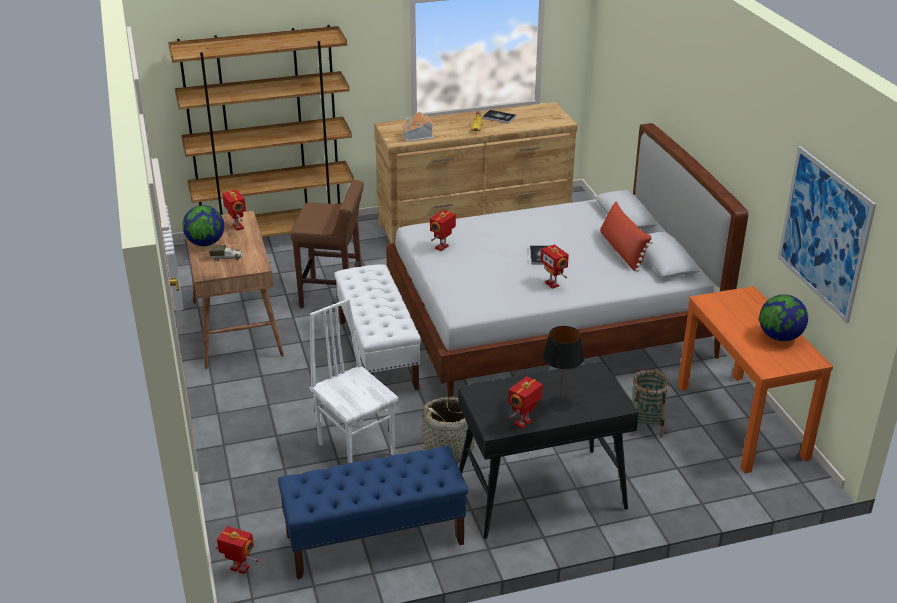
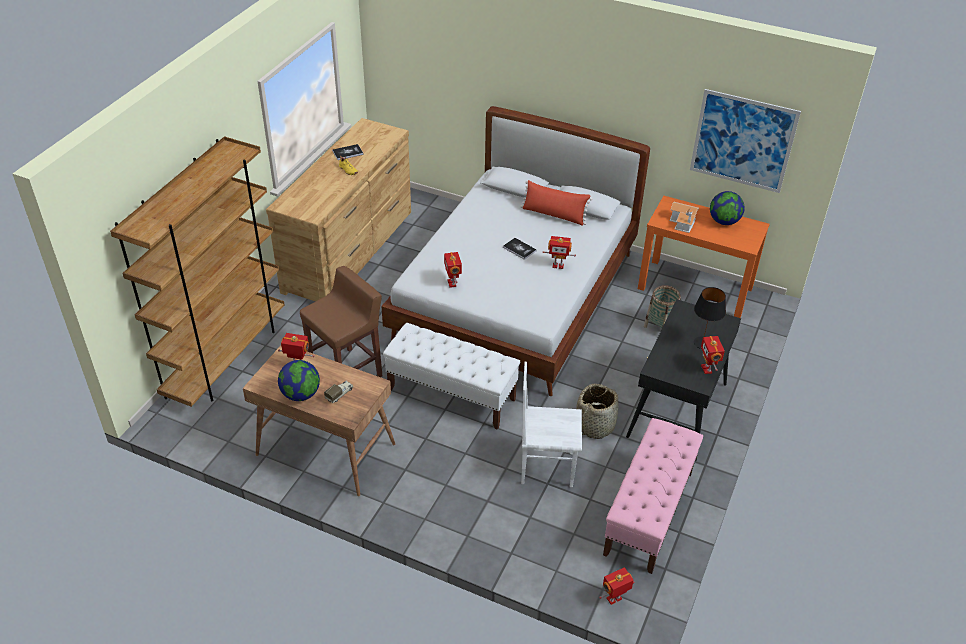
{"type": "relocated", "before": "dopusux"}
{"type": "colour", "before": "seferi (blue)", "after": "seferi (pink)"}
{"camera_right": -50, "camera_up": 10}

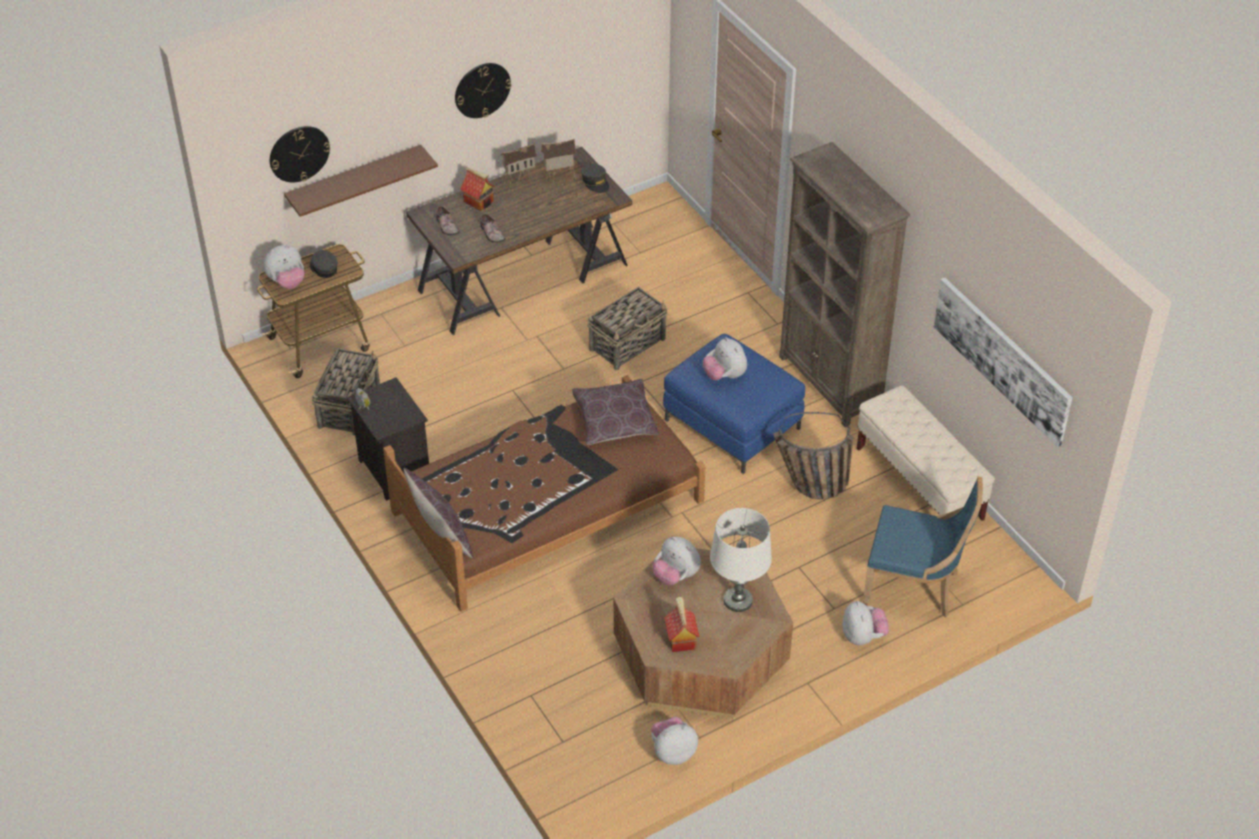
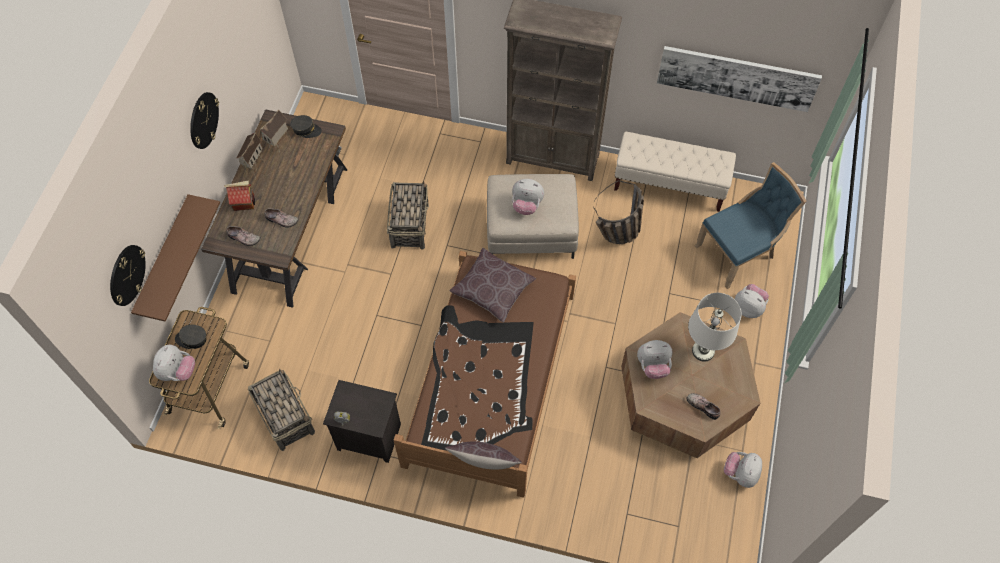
{"type": "exchanged", "before": "dopusux (no. 4 from left)", "after": "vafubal (no. 3 from left)"}
{"type": "colour", "before": "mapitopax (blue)", "after": "mapitopax (beige)"}
{"camera_right": -45, "camera_up": 15}

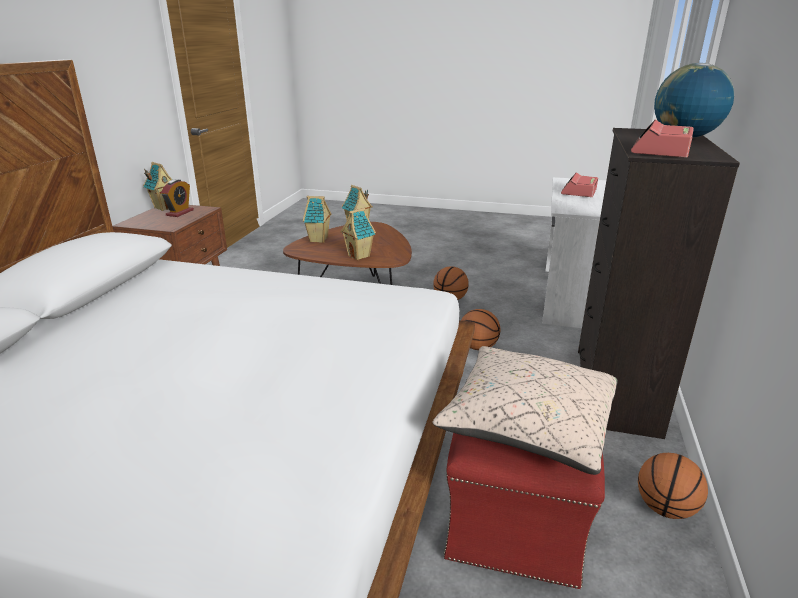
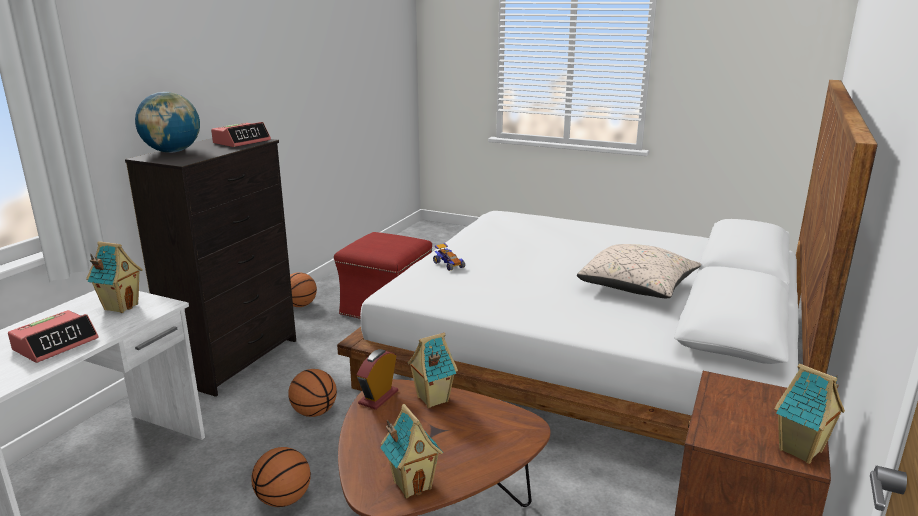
{"type": "appeared", "after": "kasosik"}
{"type": "relocated", "before": "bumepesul (no. 1 from left in the first image)", "after": "bumepesul (no. 3 from left)"}
{"type": "relocated", "before": "dopusux (no. 2 from left in the first image)", "after": "dopusux (no. 1 from left)"}
{"type": "relocated", "before": "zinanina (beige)"}
{"camera_right": -170, "camera_up": -5}

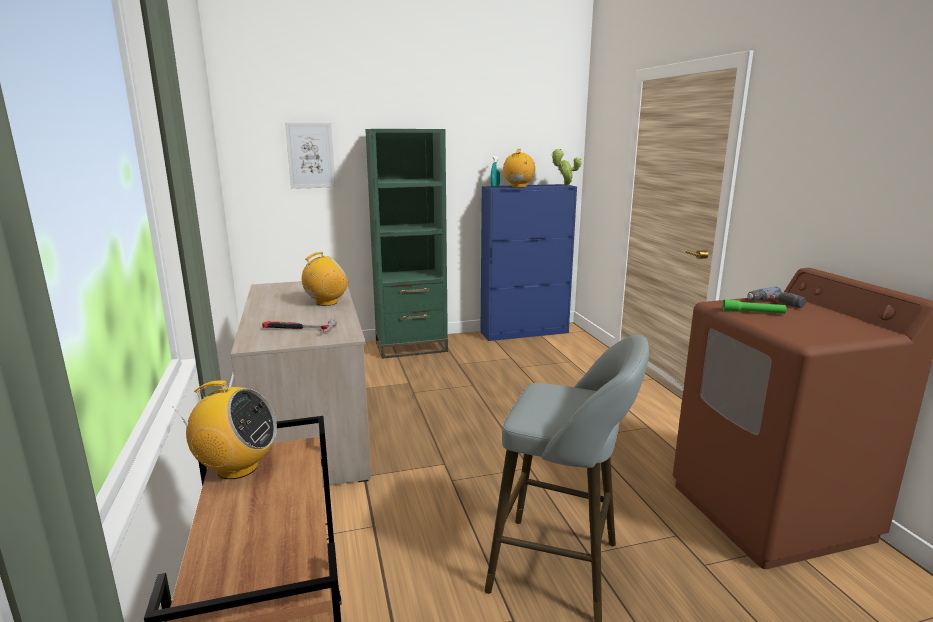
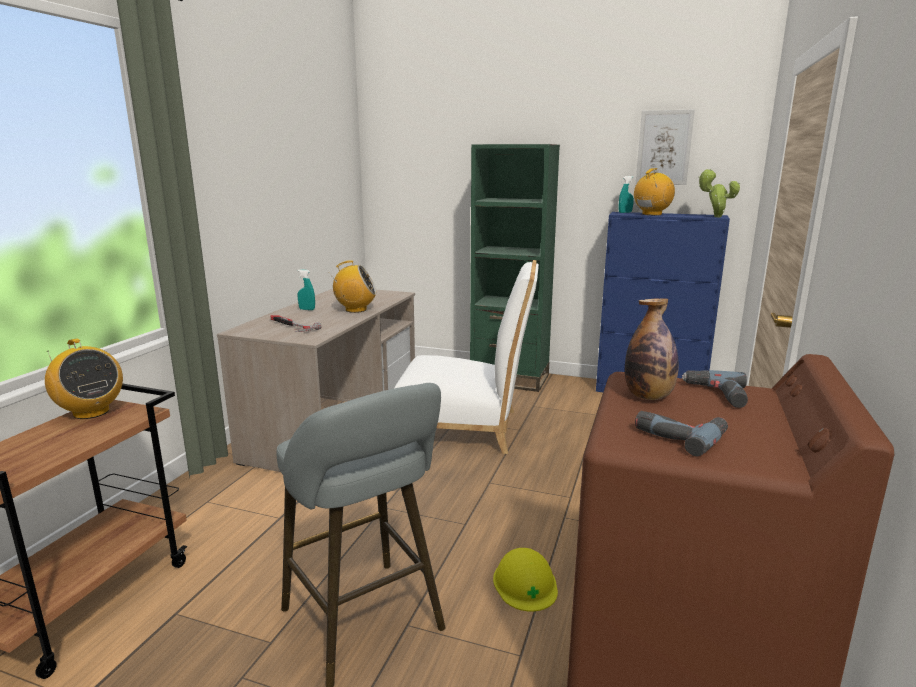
{"type": "appeared", "after": "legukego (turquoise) (no. 1 from left)"}
{"type": "appeared", "after": "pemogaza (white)"}
{"type": "appeared", "after": "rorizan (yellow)"}
{"type": "appeared", "after": "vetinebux (no. 1 from left)"}
{"type": "relocated", "before": "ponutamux"}
{"type": "exchanged", "before": "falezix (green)", "after": "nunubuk"}
{"camera_right": 35, "camera_up": 0}

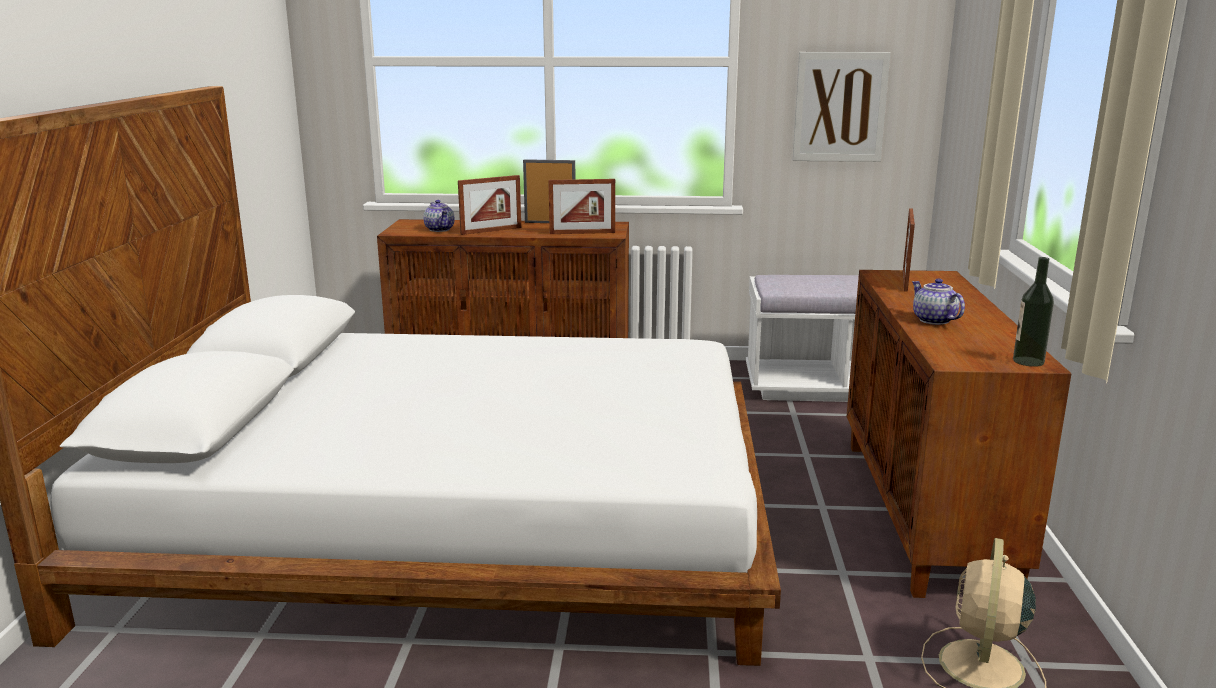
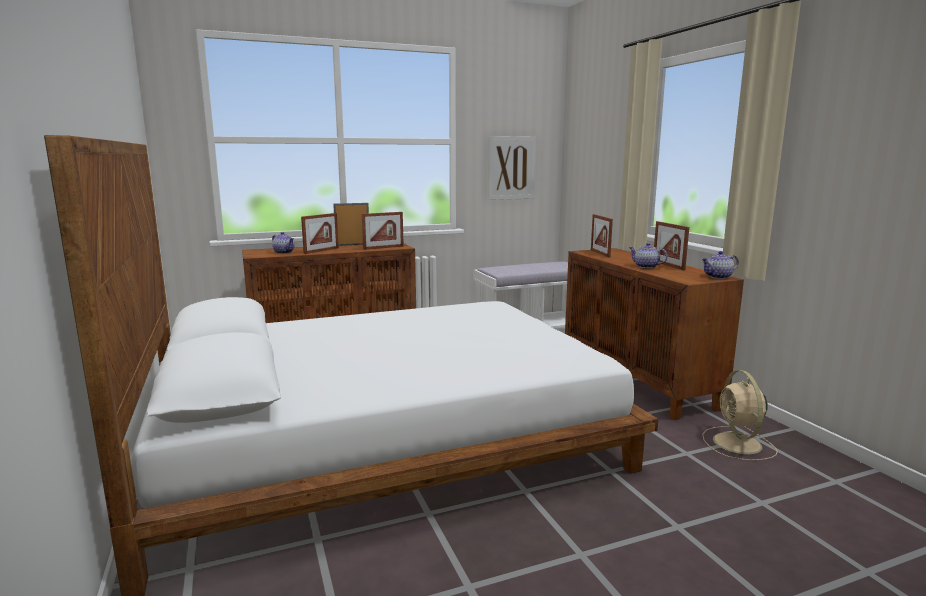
{"type": "appeared", "after": "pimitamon (no. 5 from left)"}
{"type": "exchanged", "before": "nunubuk", "after": "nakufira (no. 3 from left)"}
{"camera_right": -25, "camera_up": -5}

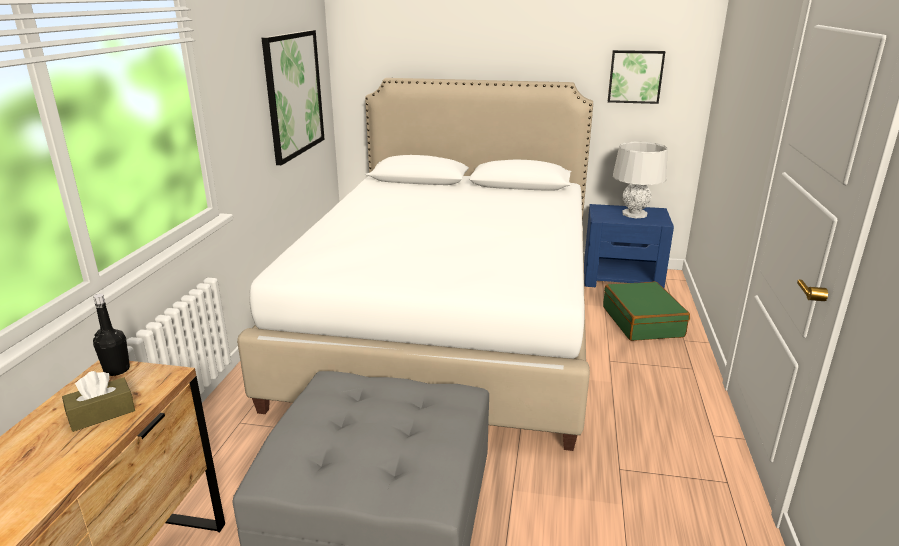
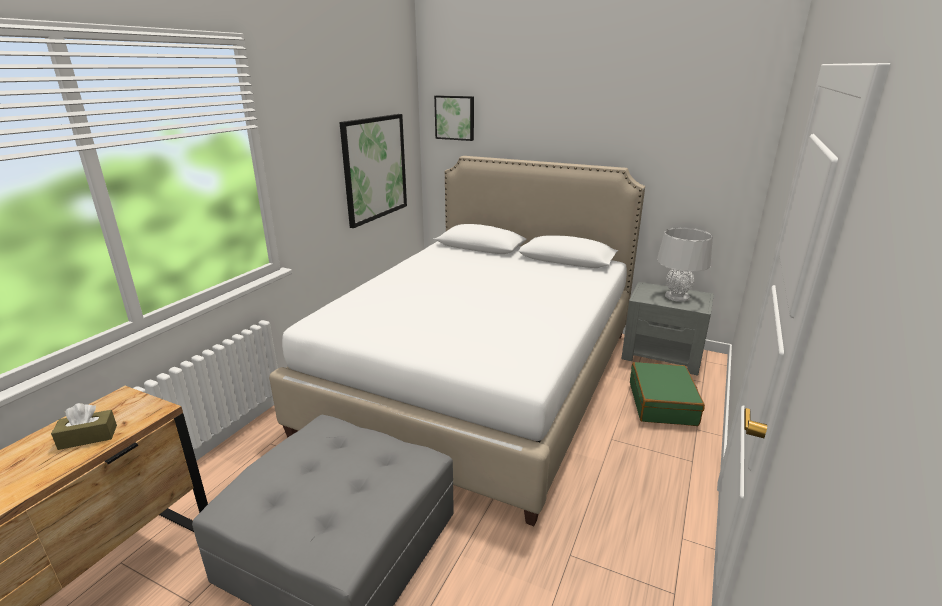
{"type": "missing", "before": "nunubuk (black)"}
{"type": "relocated", "before": "ponutamux (no. 2 from left)"}
{"type": "colour", "before": "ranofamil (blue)", "after": "ranofamil (grey)"}
{"camera_right": 15, "camera_up": 0}

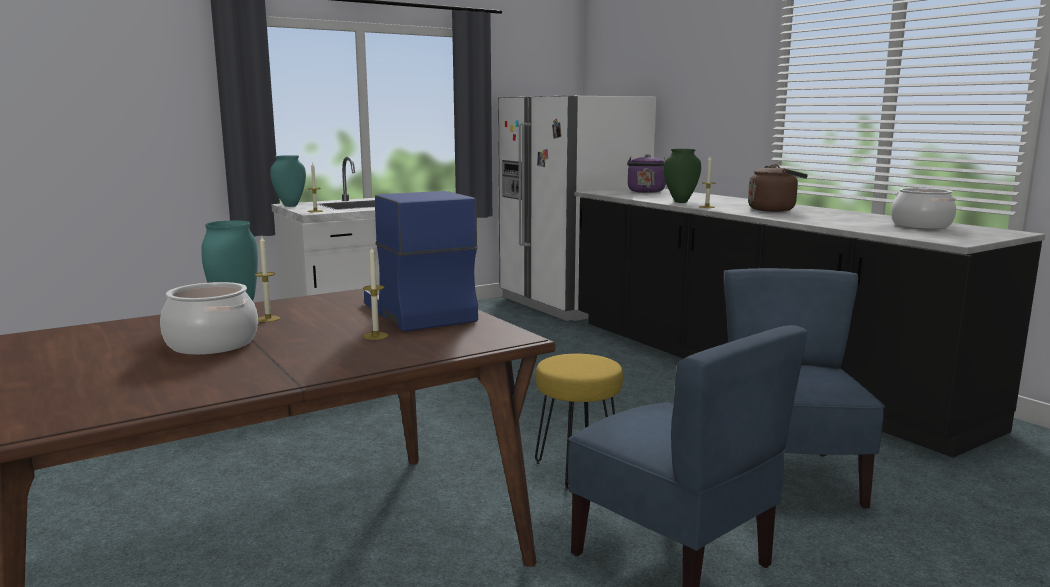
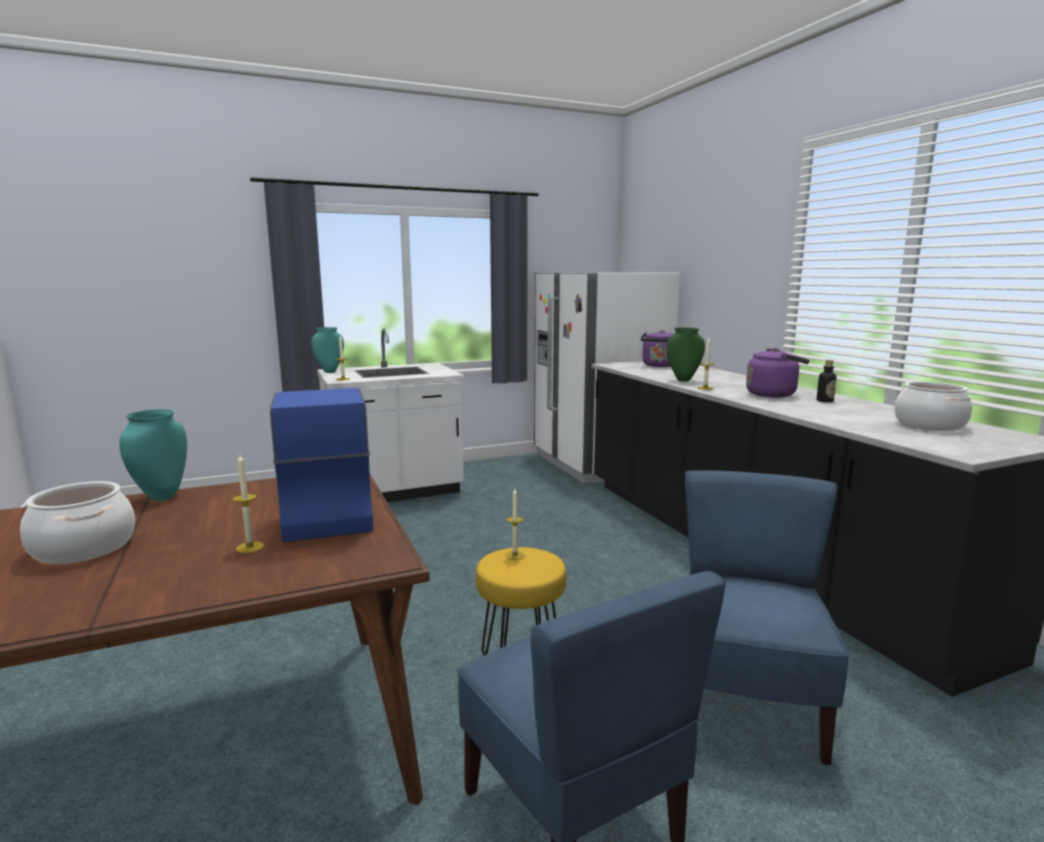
{"type": "appeared", "after": "nunubuk"}
{"type": "relocated", "before": "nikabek (no. 1 from left in the first image)", "after": "nikabek (no. 3 from left)"}
{"type": "colour", "before": "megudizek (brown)", "after": "megudizek (purple) (no. 2 from left)"}
{"camera_right": 10, "camera_up": 0}

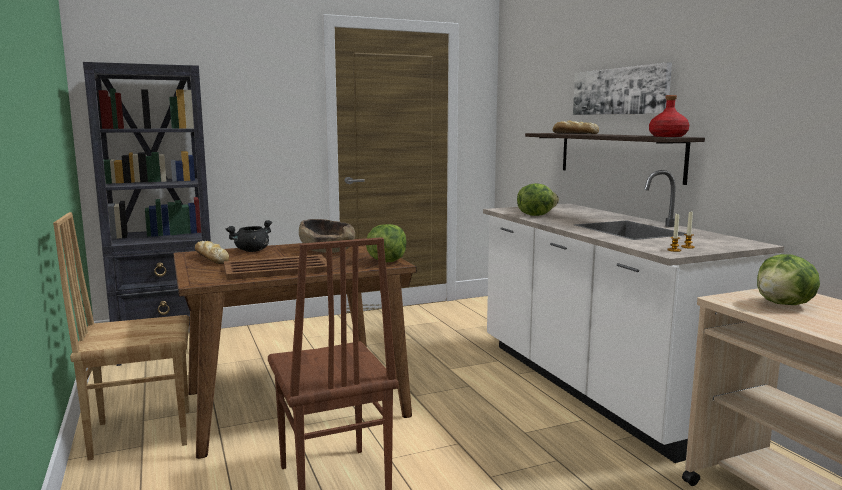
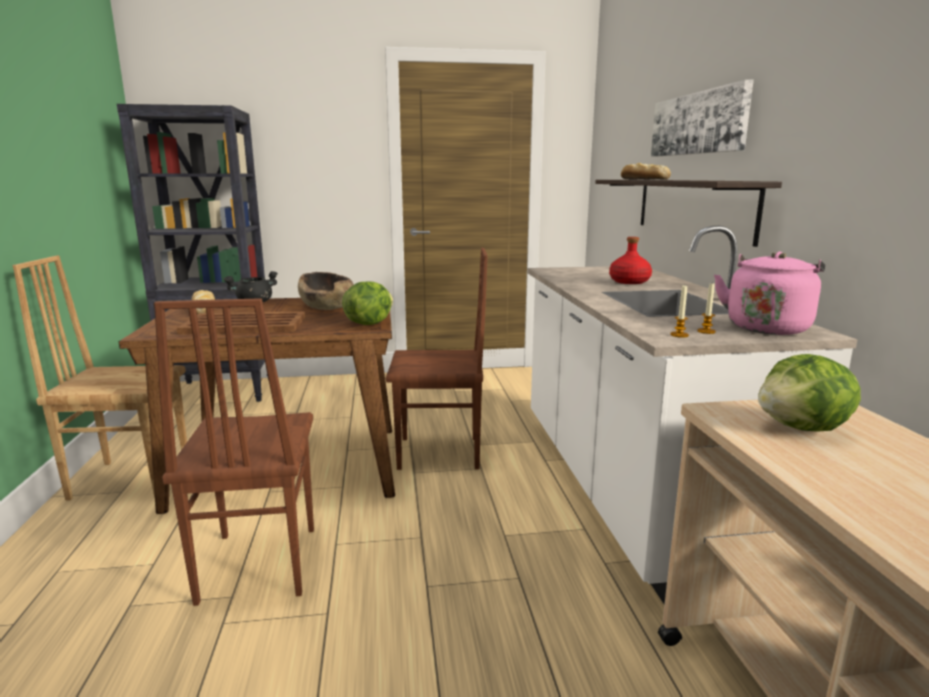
{"type": "missing", "before": "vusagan (no. 2 from left)"}
{"type": "appeared", "after": "pemogaza (brown) (no. 3 from left)"}
{"type": "appeared", "after": "megudizek (pink)"}
{"type": "relocated", "before": "nunubuk (red)"}
{"camera_right": 15, "camera_up": 5}

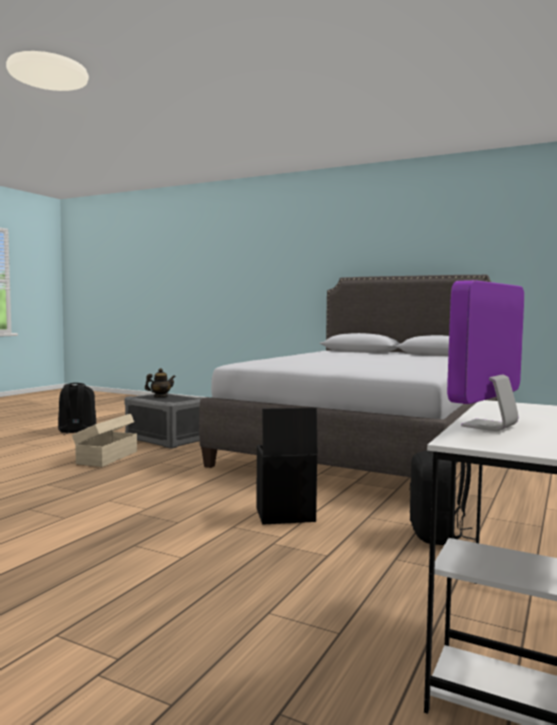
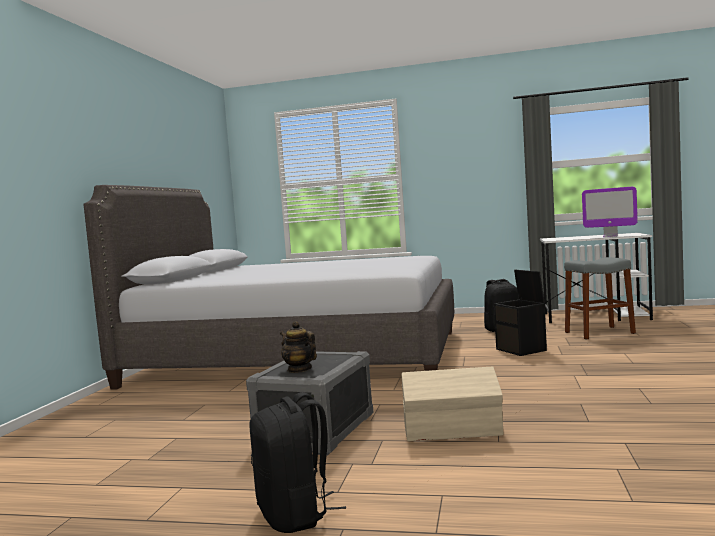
{"type": "appeared", "after": "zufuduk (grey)"}
{"camera_right": -105, "camera_up": 0}

